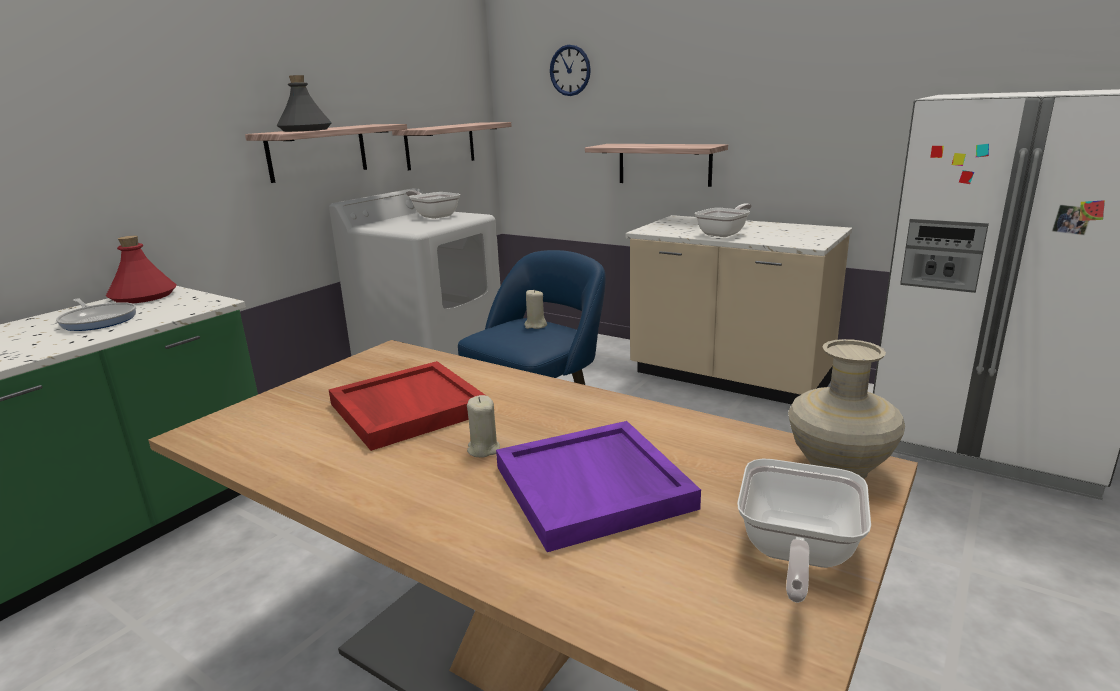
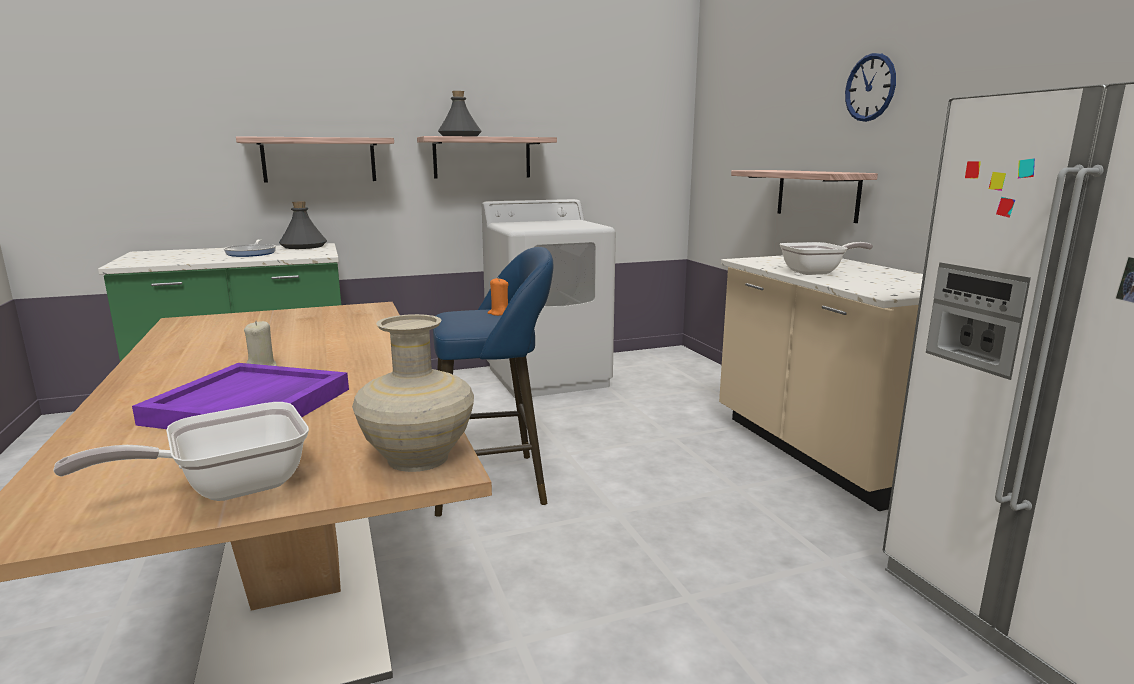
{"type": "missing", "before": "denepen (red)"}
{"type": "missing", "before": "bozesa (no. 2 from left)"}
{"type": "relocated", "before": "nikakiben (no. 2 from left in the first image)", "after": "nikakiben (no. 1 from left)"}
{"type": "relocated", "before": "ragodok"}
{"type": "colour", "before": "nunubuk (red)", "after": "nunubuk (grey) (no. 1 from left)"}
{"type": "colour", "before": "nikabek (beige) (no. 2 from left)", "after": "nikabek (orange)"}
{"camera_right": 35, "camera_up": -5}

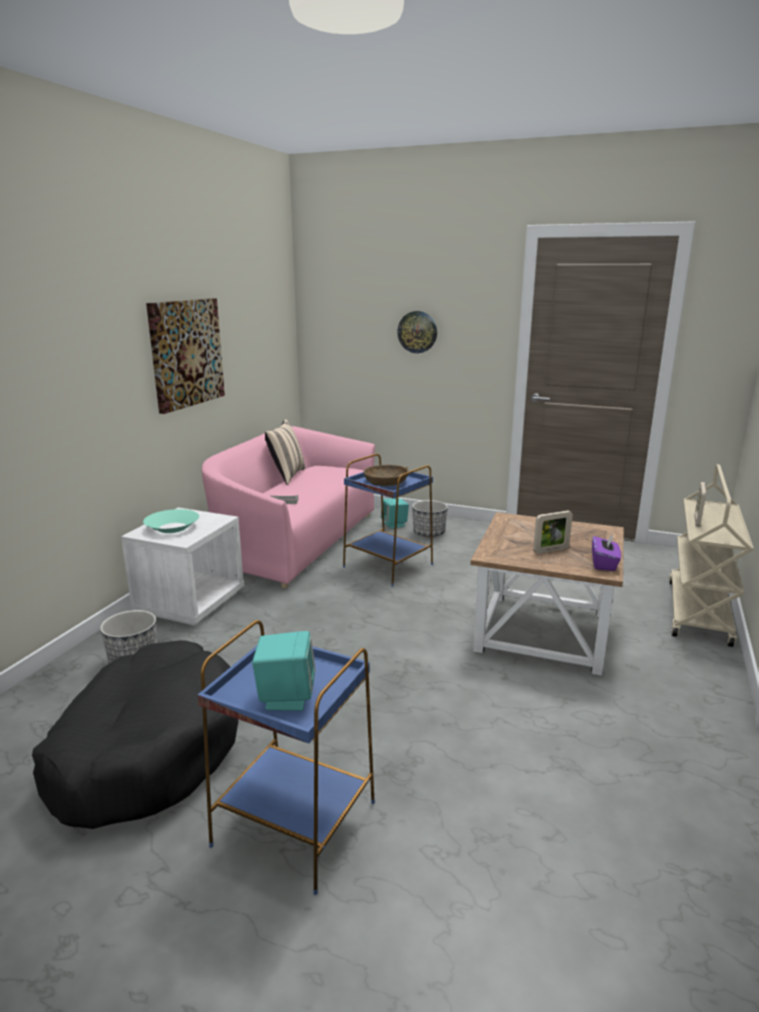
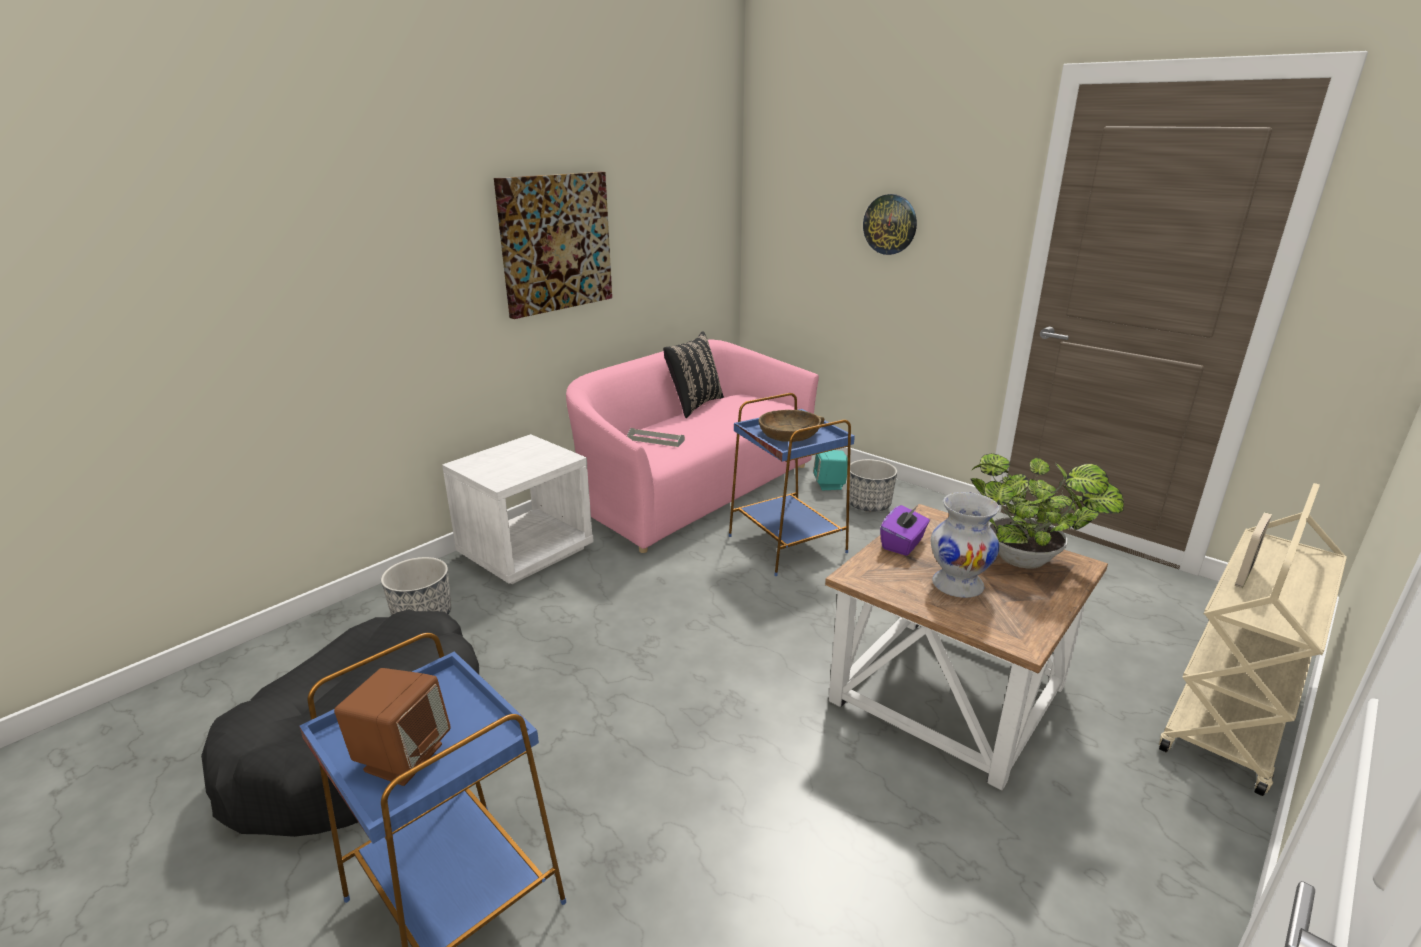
{"type": "missing", "before": "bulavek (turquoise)"}
{"type": "appeared", "after": "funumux"}
{"type": "relocated", "before": "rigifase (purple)"}
{"type": "exchanged", "before": "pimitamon (no. 1 from left)", "after": "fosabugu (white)"}
{"type": "colour", "before": "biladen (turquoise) (no. 1 from left)", "after": "biladen (brown)"}
{"type": "colour", "before": "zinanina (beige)", "after": "zinanina (black)"}
{"camera_right": 20, "camera_up": 5}

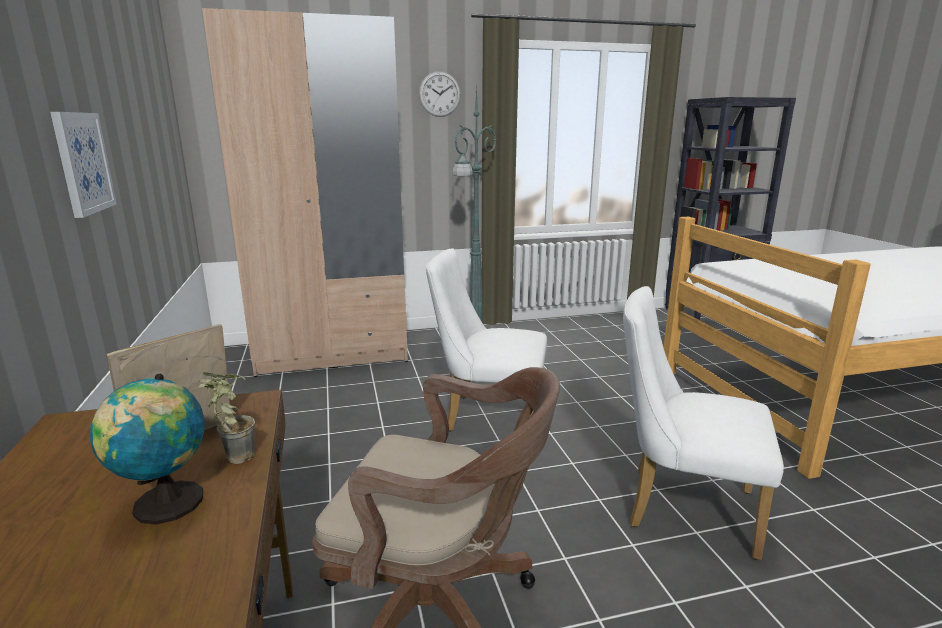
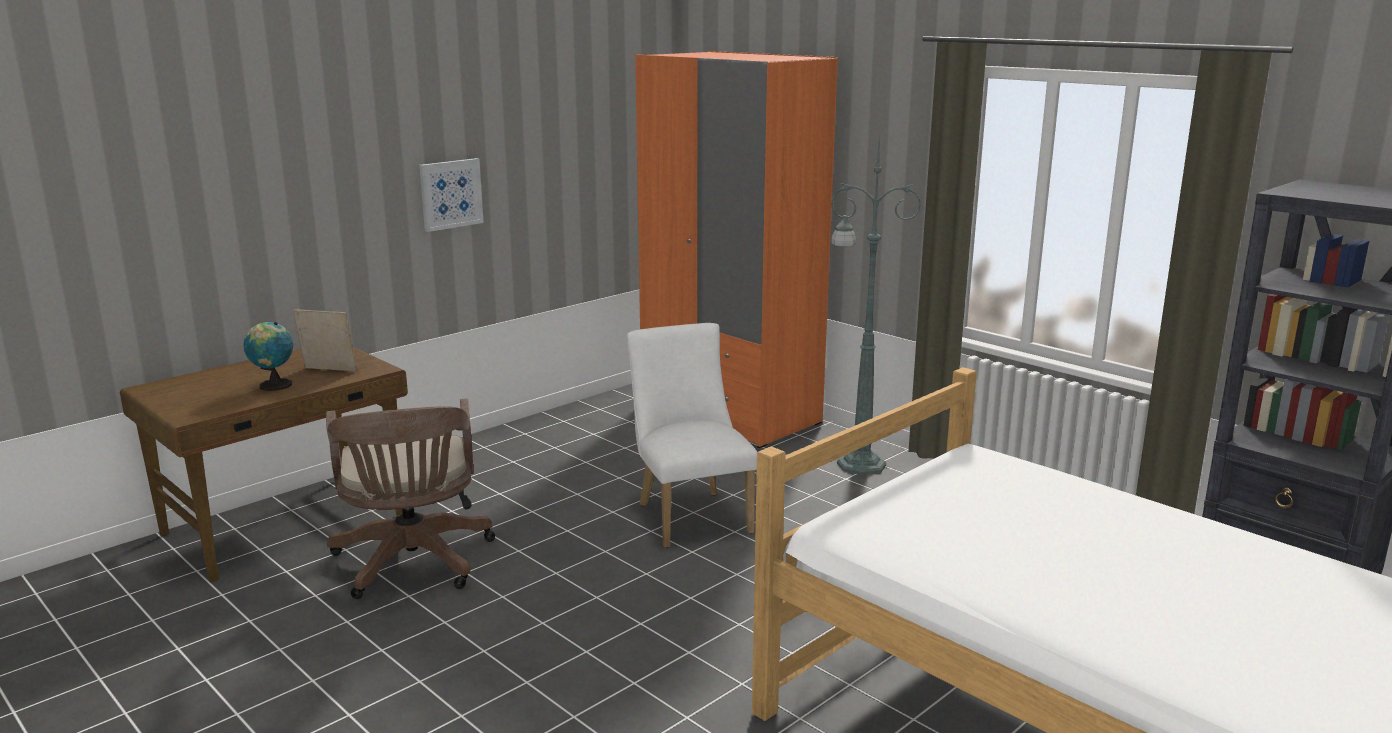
{"type": "missing", "before": "funumux"}
{"type": "missing", "before": "ragodok"}
{"type": "missing", "before": "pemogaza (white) (no. 2 from left)"}
{"type": "colour", "before": "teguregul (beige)", "after": "teguregul (orange)"}
{"camera_right": 60, "camera_up": 0}

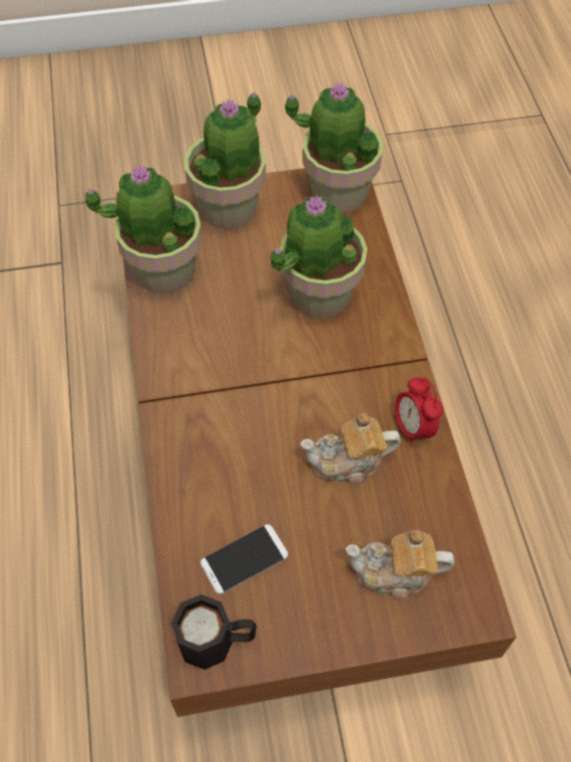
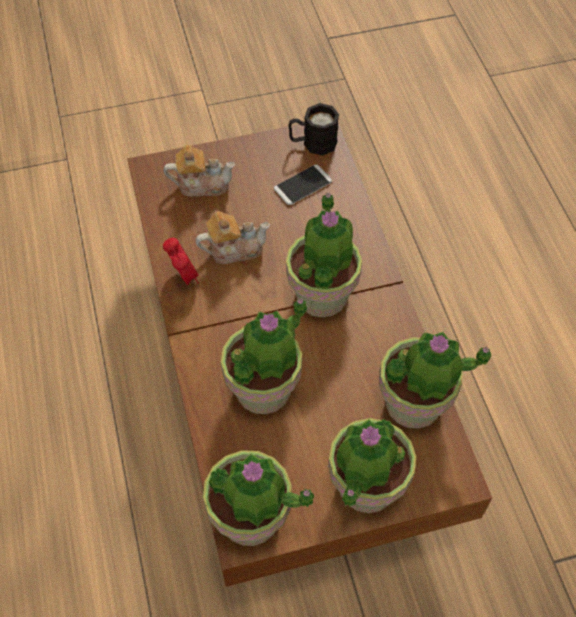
{"type": "appeared", "after": "funumux (no. 3 from left)"}
{"camera_right": 175, "camera_up": 0}

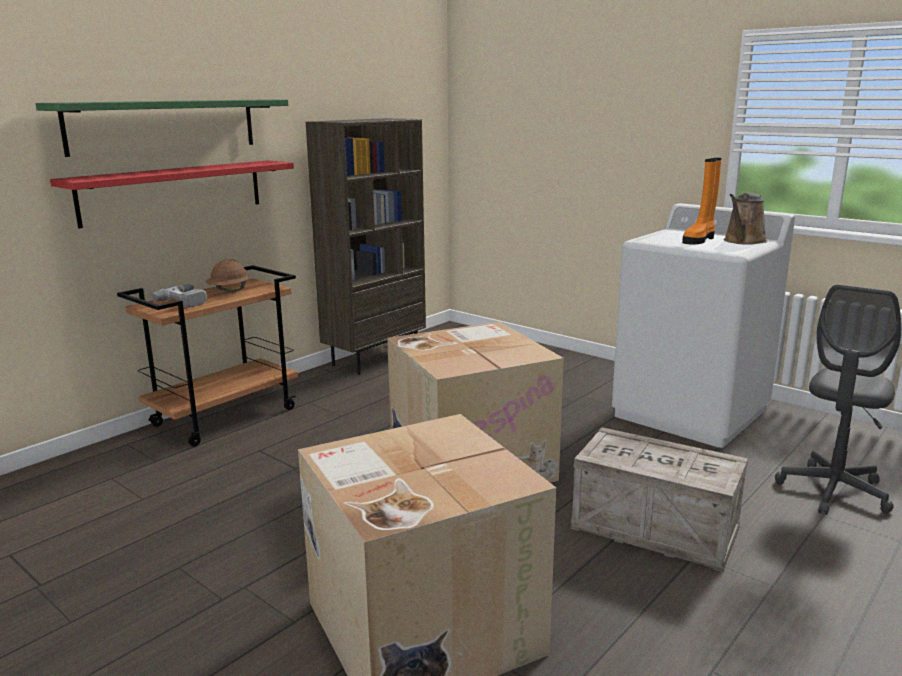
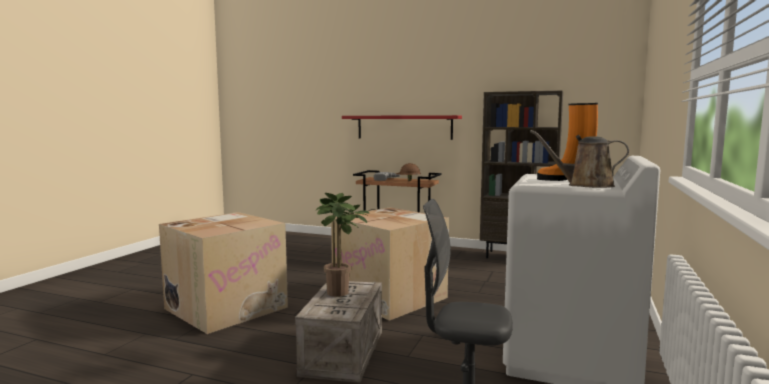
{"type": "missing", "before": "nikakiben (green)"}
{"type": "appeared", "after": "funumux"}
{"camera_right": 70, "camera_up": -10}

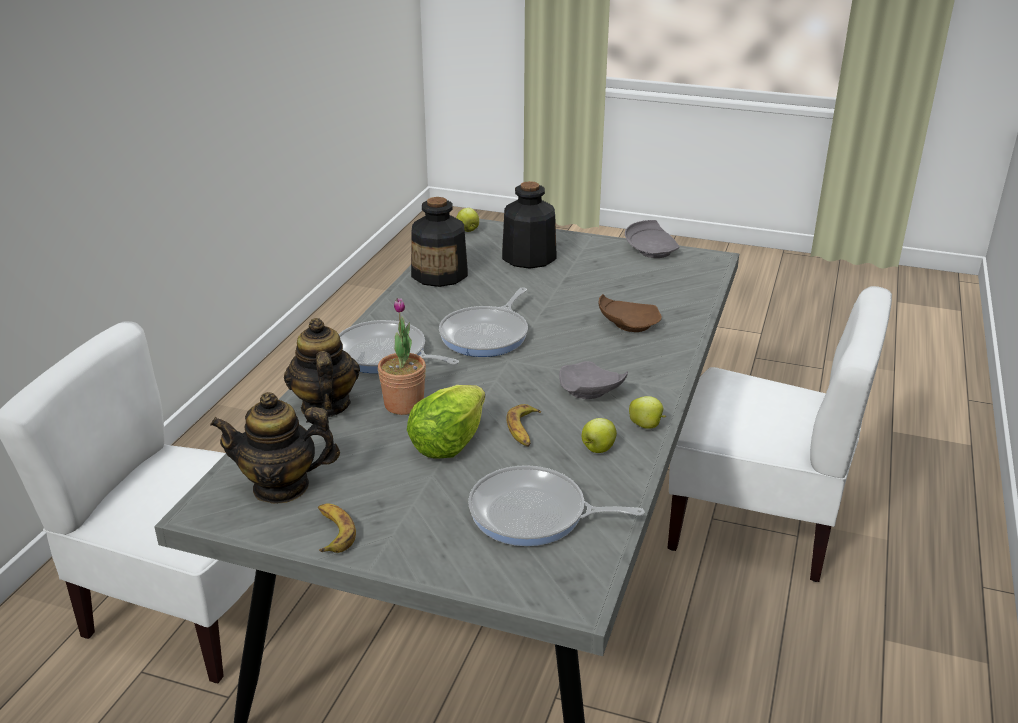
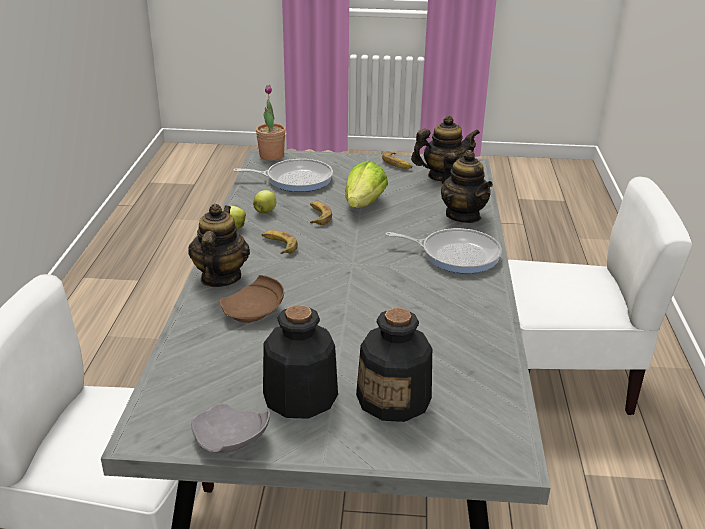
{"type": "missing", "before": "bozesa (no. 2 from left)"}
{"type": "missing", "before": "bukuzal (no. 1 from left)"}
{"type": "appeared", "after": "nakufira (no. 1 from left)"}
{"type": "relocated", "before": "funumux"}
{"type": "relocated", "before": "nunubuk (no. 1 from left)"}
{"type": "exchanged", "before": "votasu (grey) (no. 1 from left)", "after": "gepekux (no. 1 from left)"}
{"camera_right": 165, "camera_up": 0}

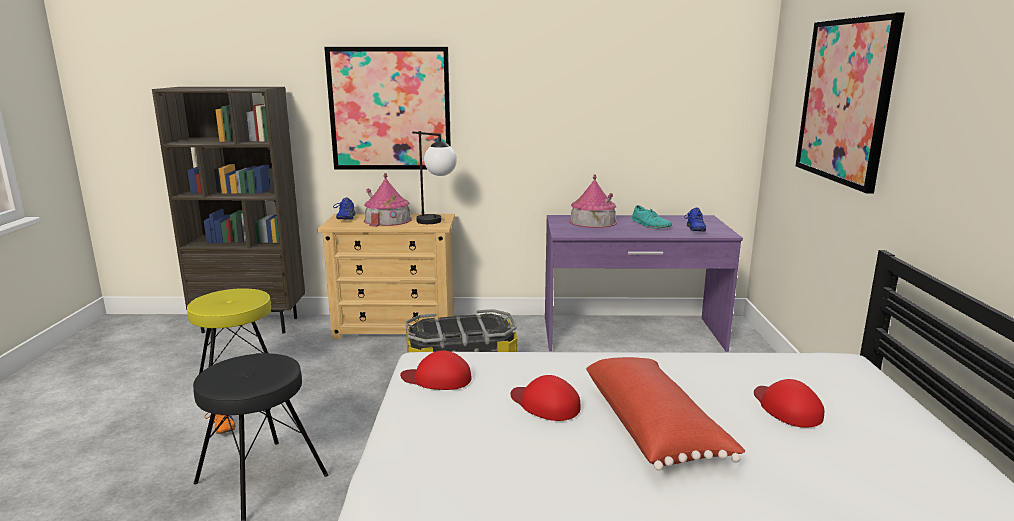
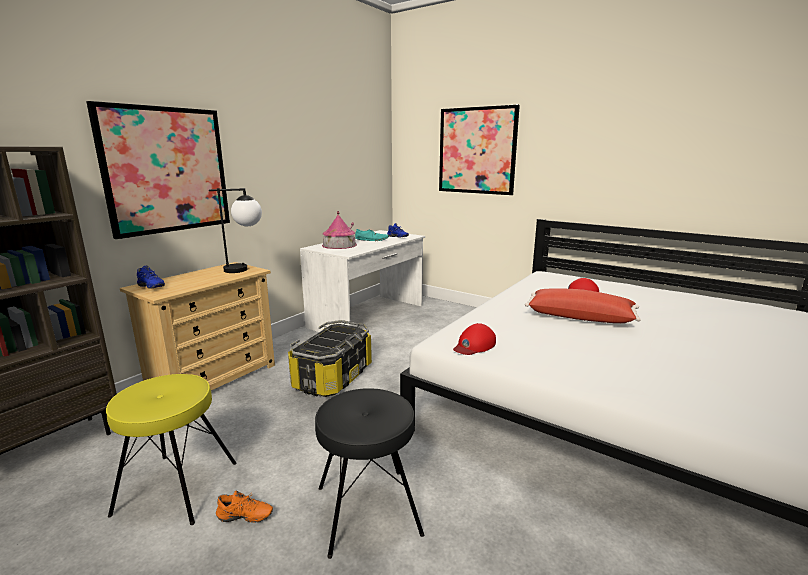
{"type": "missing", "before": "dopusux (no. 1 from left)"}
{"type": "missing", "before": "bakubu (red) (no. 2 from left)"}
{"type": "colour", "before": "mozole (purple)", "after": "mozole (white)"}
{"camera_right": -55, "camera_up": 0}

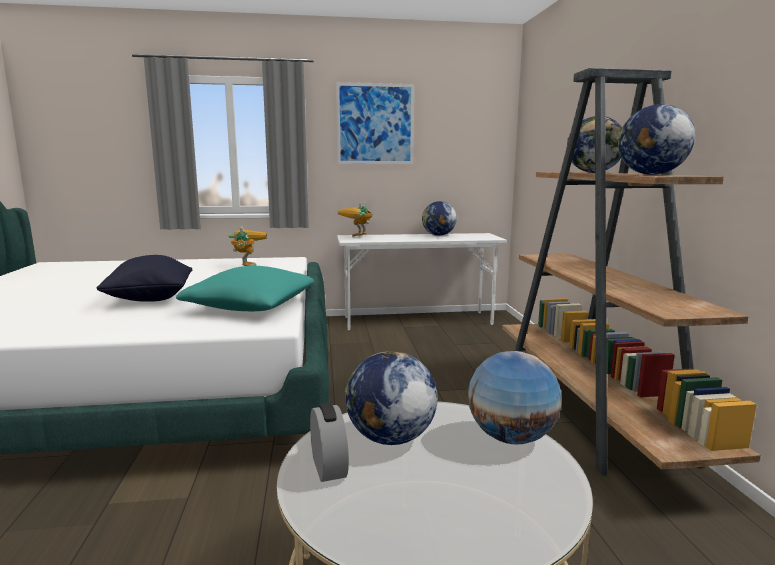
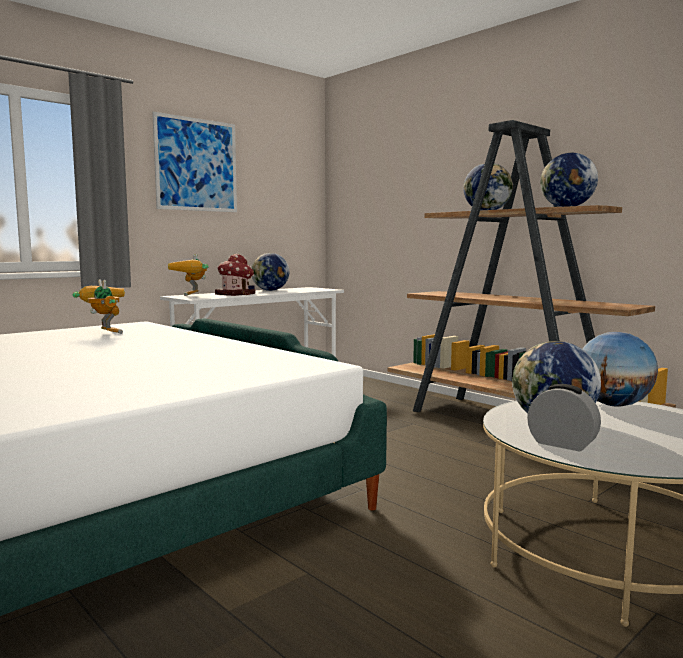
{"type": "missing", "before": "zinanina (black)"}
{"type": "missing", "before": "zinanina (turquoise)"}
{"type": "appeared", "after": "dopusux"}
{"camera_right": -35, "camera_up": -5}

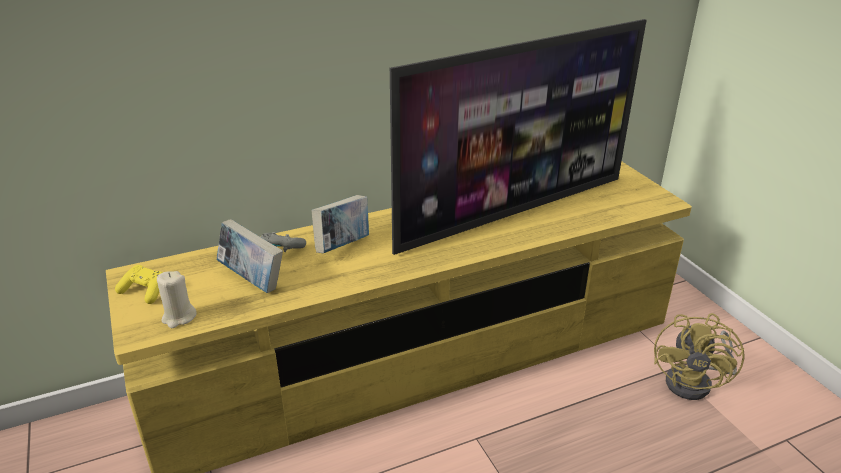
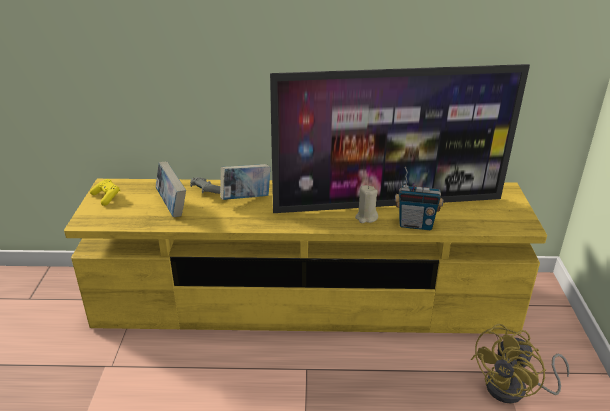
{"type": "appeared", "after": "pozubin"}
{"type": "relocated", "before": "nikabek (beige)"}
{"camera_right": 25, "camera_up": 0}

